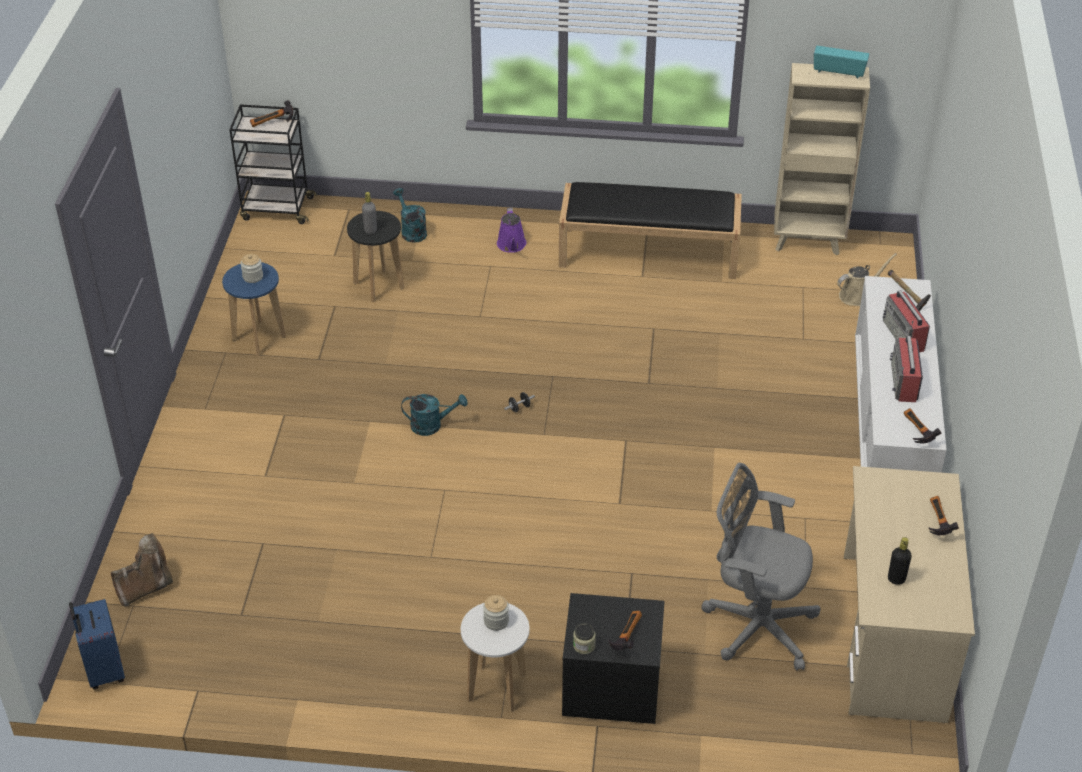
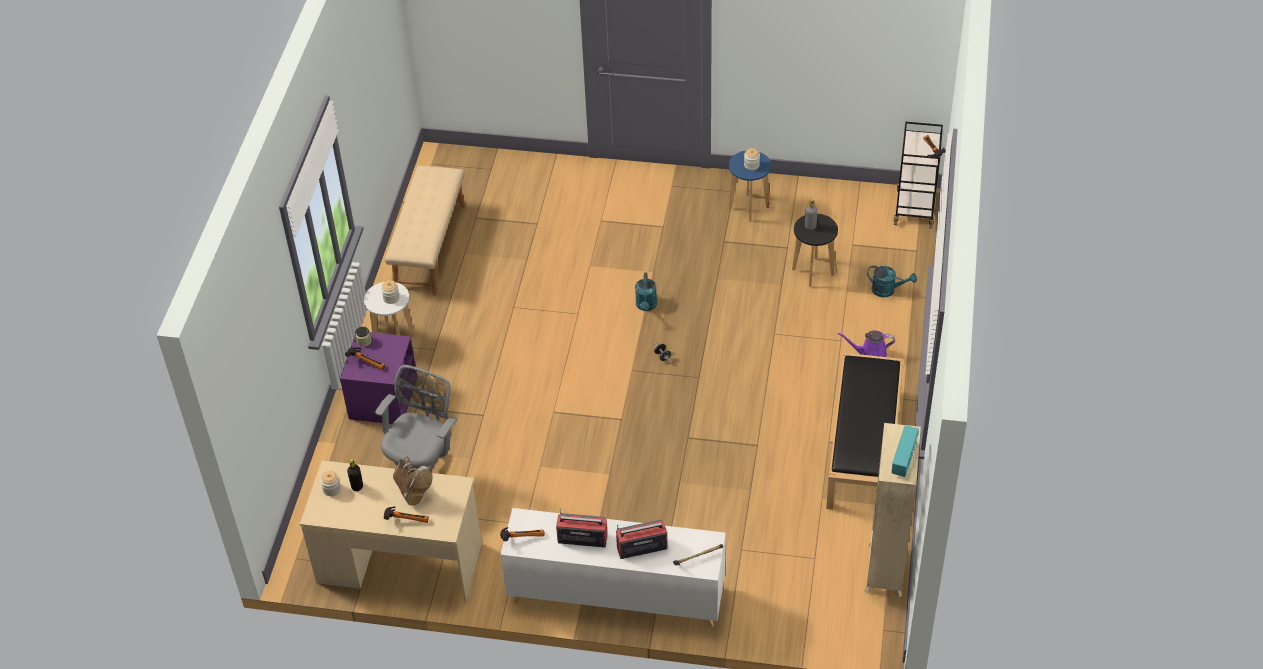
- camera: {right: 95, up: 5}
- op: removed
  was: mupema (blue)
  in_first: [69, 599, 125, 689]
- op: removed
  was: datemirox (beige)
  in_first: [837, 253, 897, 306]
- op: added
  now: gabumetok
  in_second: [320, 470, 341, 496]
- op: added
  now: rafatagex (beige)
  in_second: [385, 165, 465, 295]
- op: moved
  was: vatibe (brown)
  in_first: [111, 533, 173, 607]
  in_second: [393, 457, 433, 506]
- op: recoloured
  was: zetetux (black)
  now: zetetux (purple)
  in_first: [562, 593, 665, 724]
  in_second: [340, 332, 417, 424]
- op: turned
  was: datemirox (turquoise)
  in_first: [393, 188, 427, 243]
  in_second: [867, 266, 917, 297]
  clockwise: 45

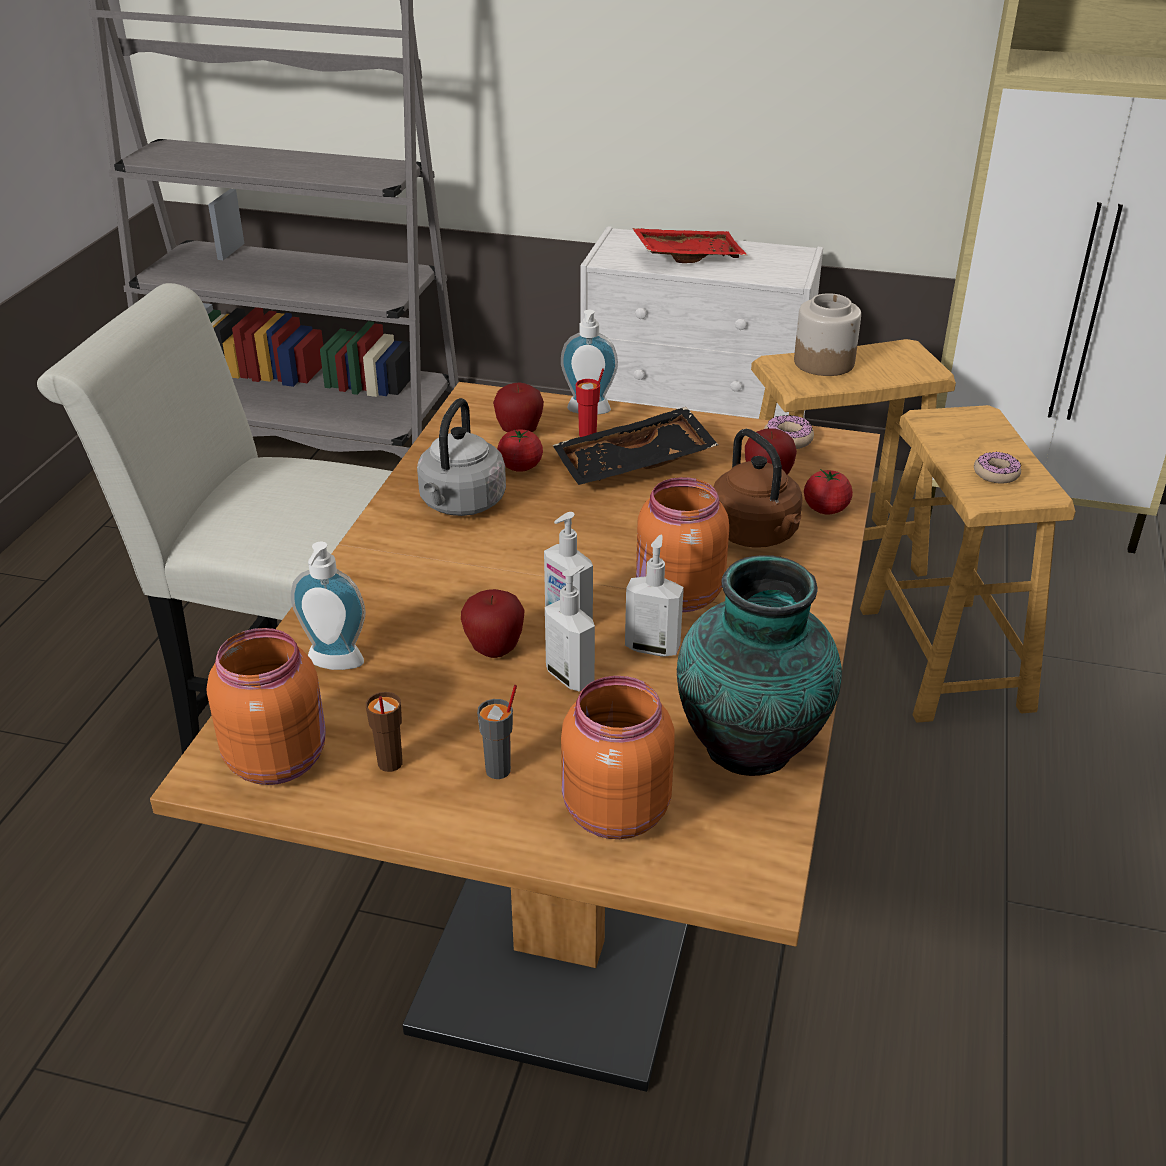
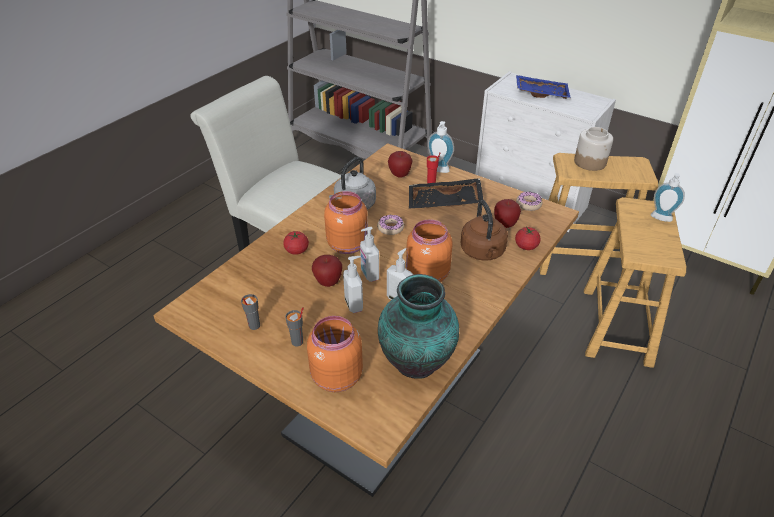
- camera: {right: 20, up: 5}
- op: moved
  was: gabumetok (orange)
  in_first: [207, 628, 326, 785]
  in_second: [324, 191, 368, 254]
- op: moved
  was: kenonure
  in_first: [291, 542, 366, 670]
  in_second: [651, 173, 685, 222]
- op: moved
  was: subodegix
  in_first: [497, 429, 543, 472]
  in_second: [283, 231, 309, 255]
- op: moved
  was: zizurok
  in_first: [974, 451, 1021, 484]
  in_second: [377, 215, 404, 235]
- op: recoloured
  was: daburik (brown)
  now: daburik (grey)
  in_first: [366, 692, 403, 772]
  in_second: [241, 294, 260, 330]
- op: recoloured
  was: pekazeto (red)
  now: pekazeto (blue)
  in_first: [632, 228, 747, 263]
  in_second: [516, 75, 571, 99]

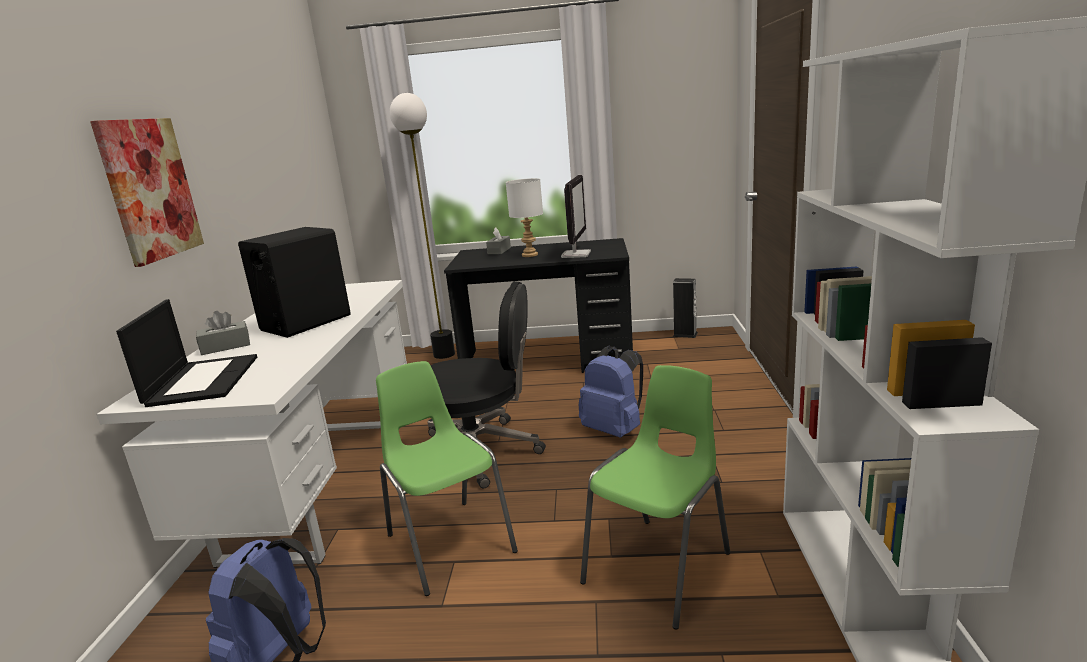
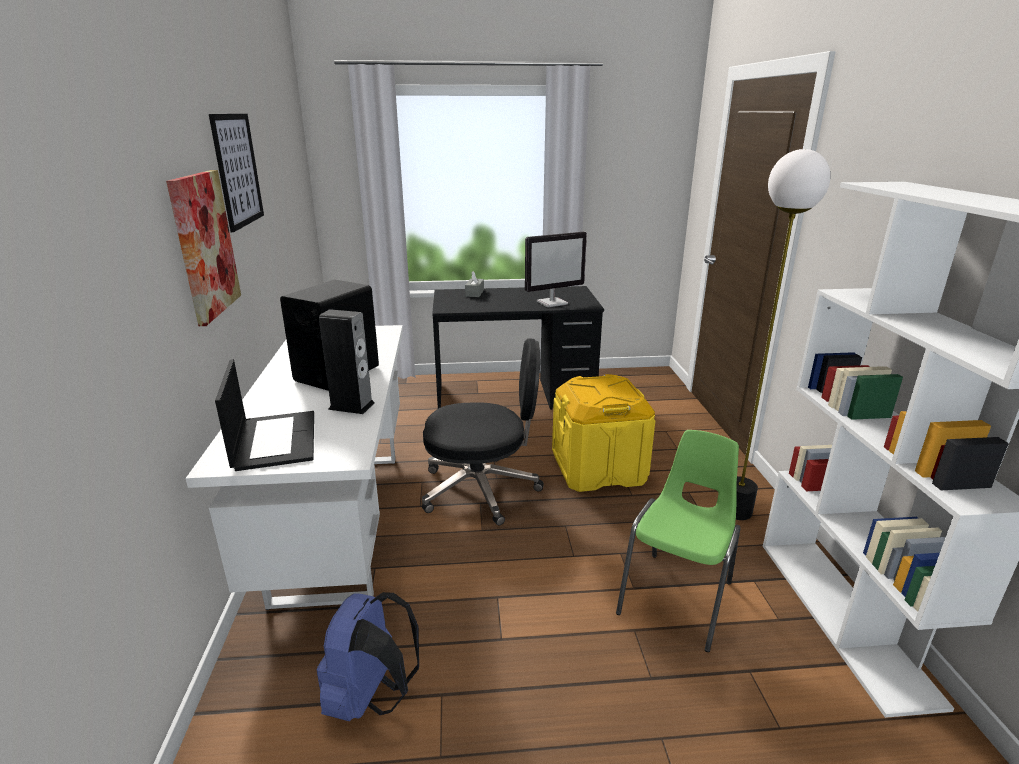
- camera: {right: -10, up: 5}
- op: removed
  was: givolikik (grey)
  in_first: [196, 311, 250, 355]
- op: removed
  was: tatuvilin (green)
  in_first: [376, 361, 518, 596]
- op: removed
  was: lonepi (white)
  in_first: [506, 178, 543, 257]
- op: added
  now: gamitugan
  in_second: [209, 114, 264, 232]
- op: moved
  was: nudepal
  in_first: [390, 93, 455, 359]
  in_second: [736, 149, 831, 520]
- op: moved
  was: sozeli
  in_first: [673, 278, 698, 338]
  in_second: [319, 309, 375, 414]
- op: replaced
  was: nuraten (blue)
  now: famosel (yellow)
  in_first: [579, 346, 643, 438]
  in_second: [552, 374, 655, 492]
- op: turned
  was: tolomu
  in_first: [561, 175, 591, 258]
  in_second: [525, 232, 587, 307]
  clockwise: 60

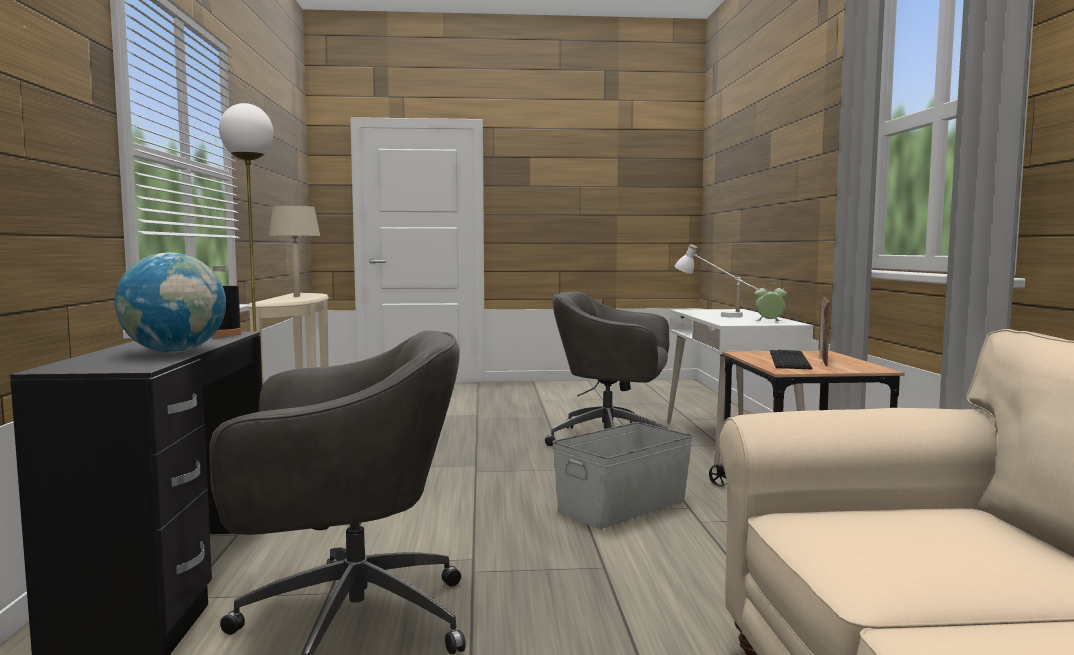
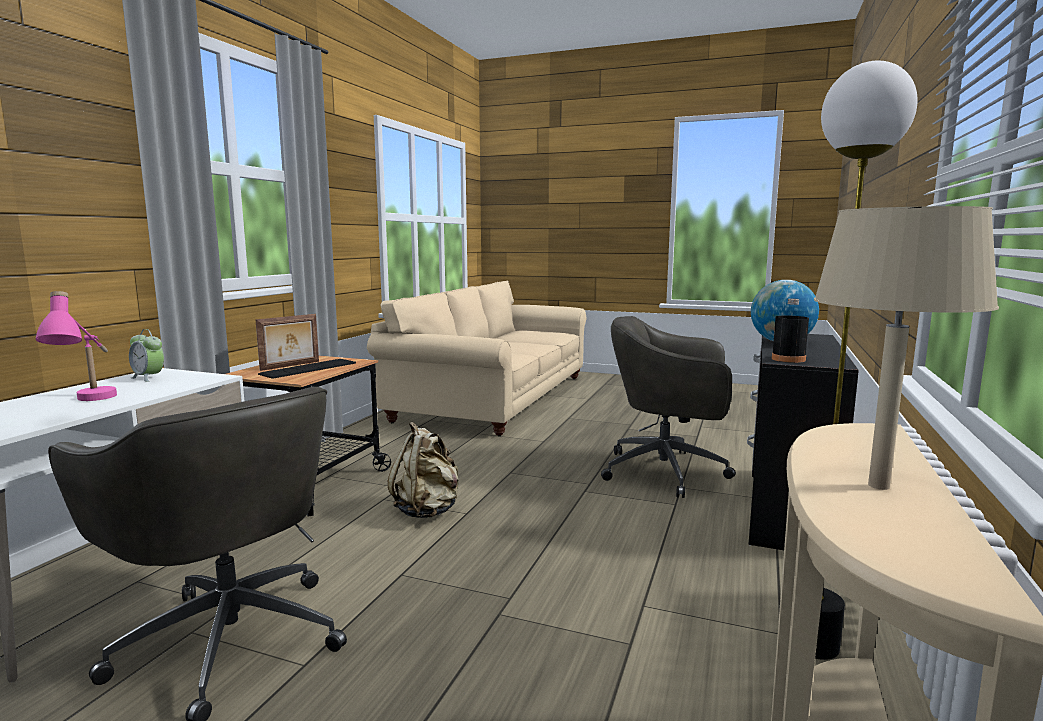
- camera: {right: -155, up: 5}
- op: replaced
  was: famosel (grey)
  now: nuraten (beige)
  in_first: [552, 422, 693, 529]
  in_second: [388, 422, 459, 518]
- op: recoloured
  was: lonepi (white)
  now: lonepi (pink)
  in_first: [675, 244, 758, 318]
  in_second: [36, 291, 117, 401]

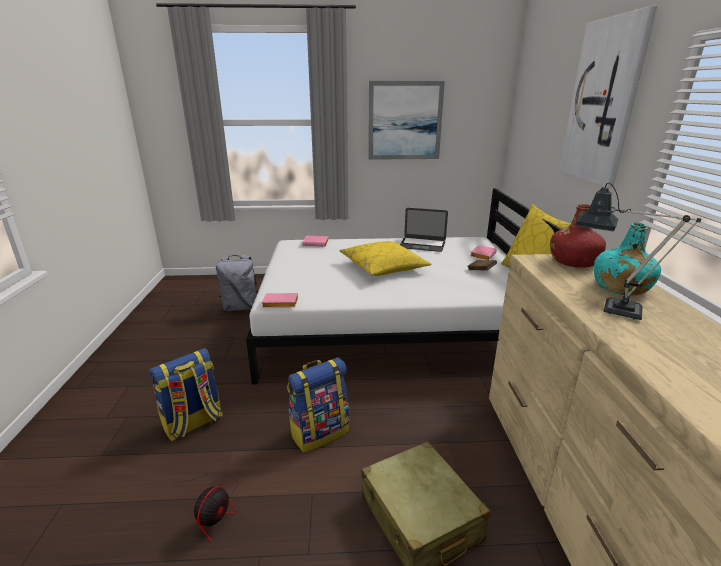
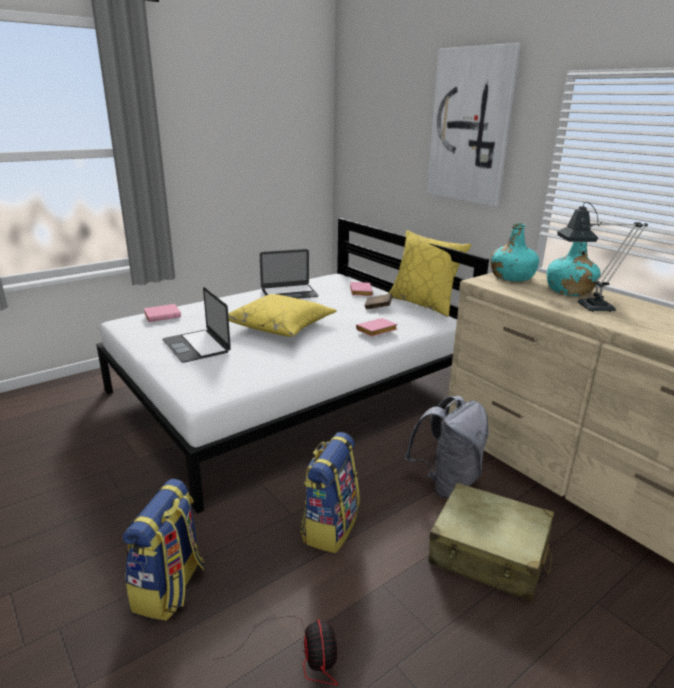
- camera: {right: -35, up: 0}
- op: removed
  was: gamitugan
  in_first: [368, 81, 445, 160]
- op: added
  now: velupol
  in_second: [162, 287, 231, 363]
- op: moved
  was: nuraten (grey)
  in_first: [216, 255, 258, 311]
  in_second: [405, 396, 489, 498]
- op: moved
  was: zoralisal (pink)
  in_first: [261, 293, 298, 308]
  in_second: [356, 318, 398, 337]
- op: recoloured
  was: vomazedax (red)
  now: vomazedax (turquoise)
  in_first: [550, 204, 606, 268]
  in_second: [490, 223, 539, 281]

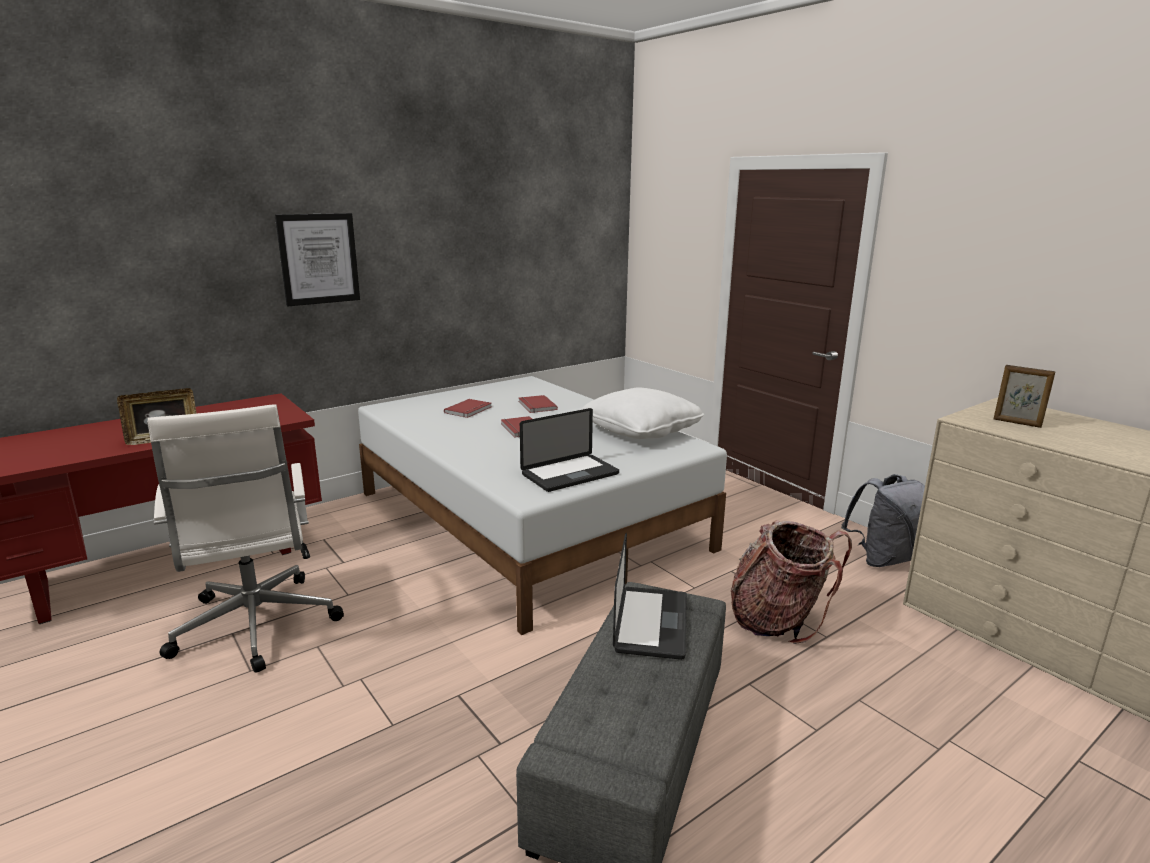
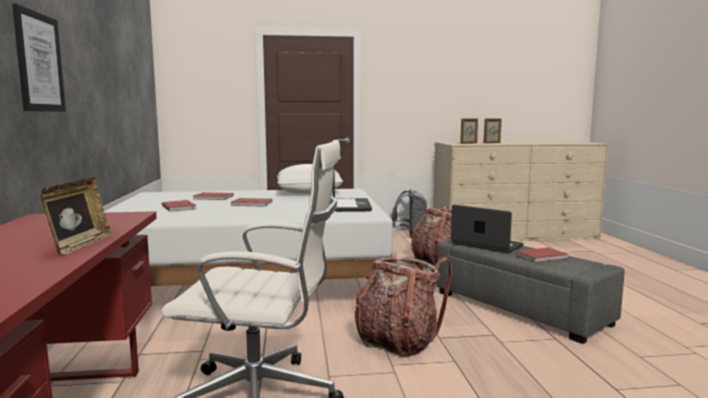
- camera: {right: -60, up: -10}
- op: added
  now: nuraten
  in_second: [355, 252, 452, 357]
- op: added
  now: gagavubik
  in_second: [484, 118, 502, 143]
- op: added
  now: zoralisal (red)
  in_second: [516, 247, 569, 262]

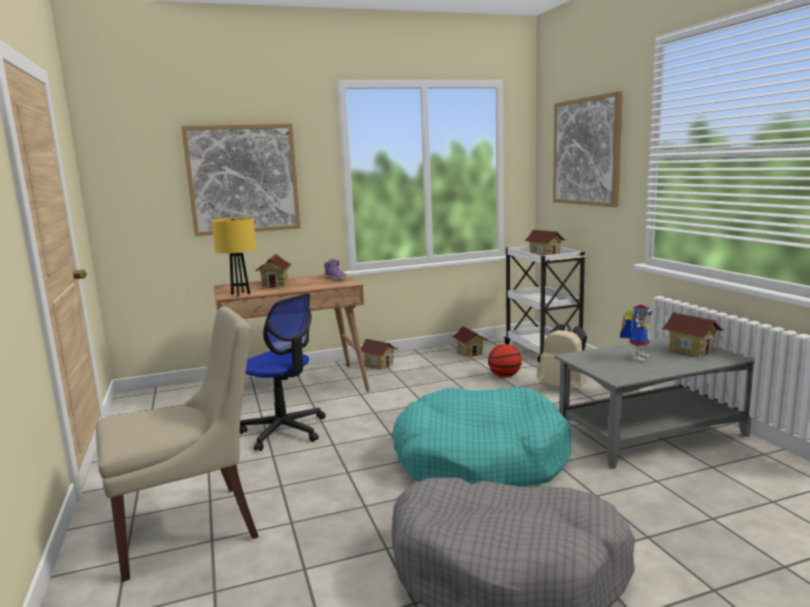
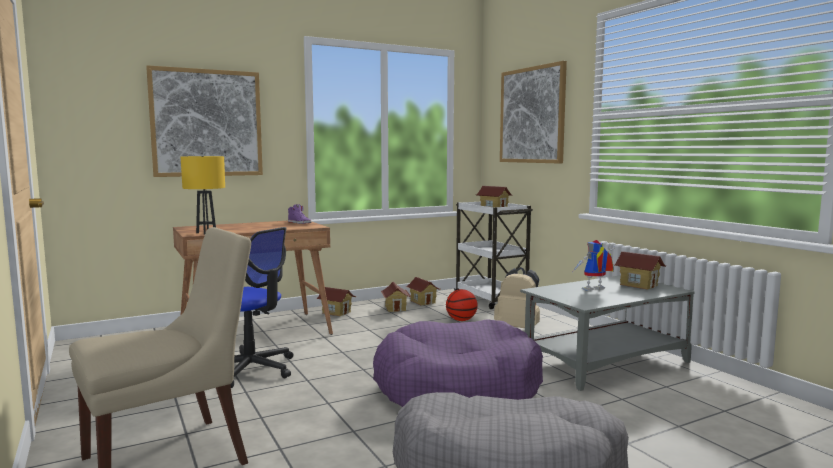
- camera: {right: -10, up: -5}
- op: moved
  was: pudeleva
  in_first: [255, 254, 293, 288]
  in_second: [381, 282, 411, 312]
- op: recoloured
  was: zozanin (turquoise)
  now: zozanin (purple)
  in_first: [392, 387, 571, 487]
  in_second: [373, 319, 543, 407]
- op: turned
  was: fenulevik
  in_first: [620, 305, 652, 362]
  in_second: [573, 240, 615, 291]
  clockwise: -135

